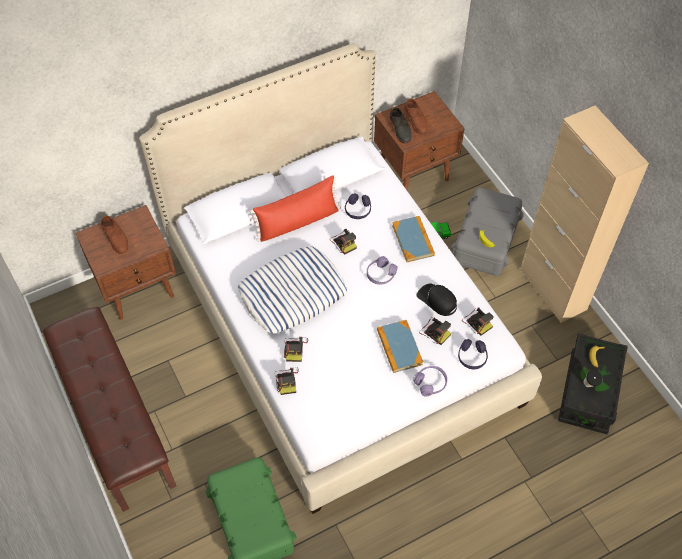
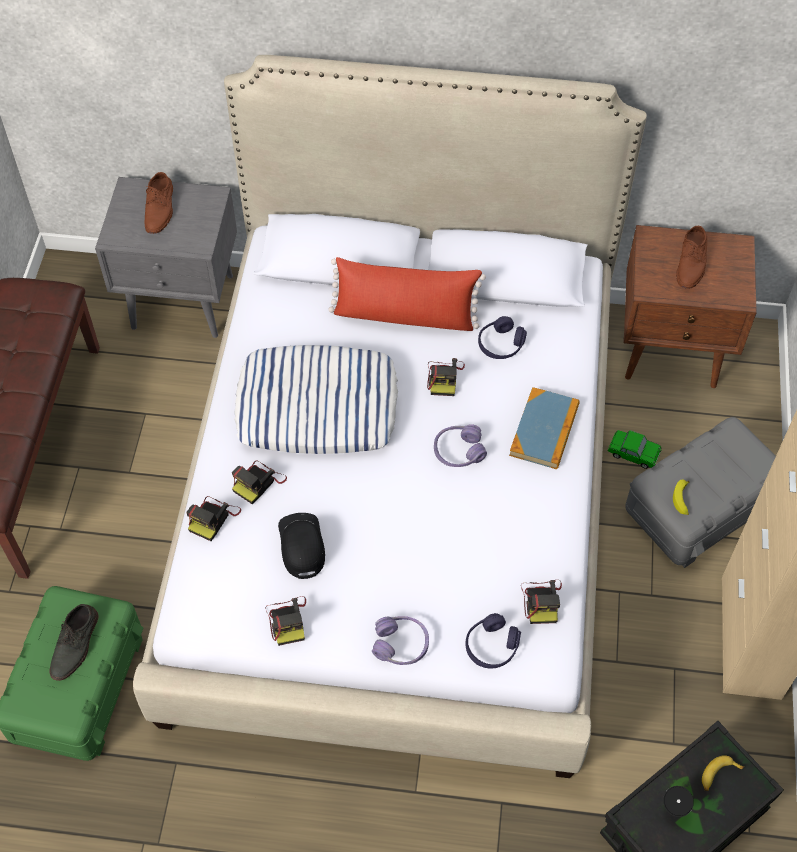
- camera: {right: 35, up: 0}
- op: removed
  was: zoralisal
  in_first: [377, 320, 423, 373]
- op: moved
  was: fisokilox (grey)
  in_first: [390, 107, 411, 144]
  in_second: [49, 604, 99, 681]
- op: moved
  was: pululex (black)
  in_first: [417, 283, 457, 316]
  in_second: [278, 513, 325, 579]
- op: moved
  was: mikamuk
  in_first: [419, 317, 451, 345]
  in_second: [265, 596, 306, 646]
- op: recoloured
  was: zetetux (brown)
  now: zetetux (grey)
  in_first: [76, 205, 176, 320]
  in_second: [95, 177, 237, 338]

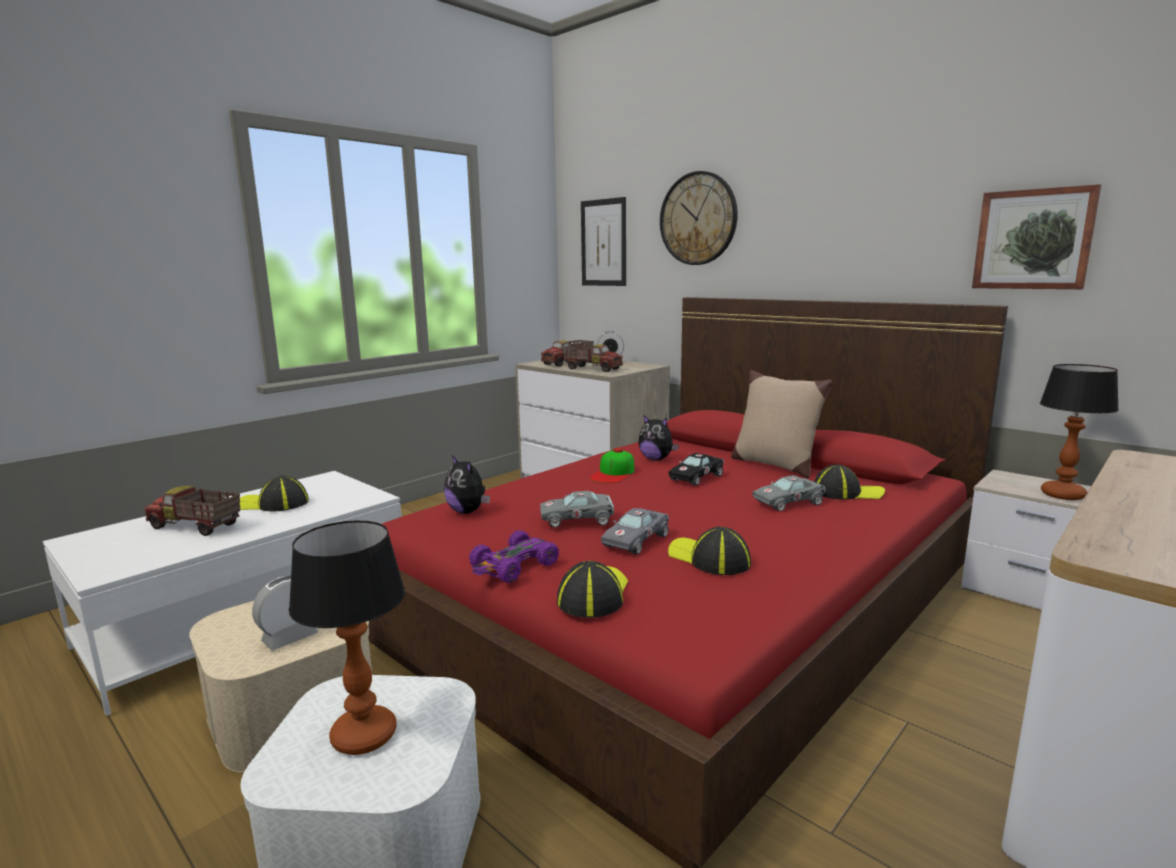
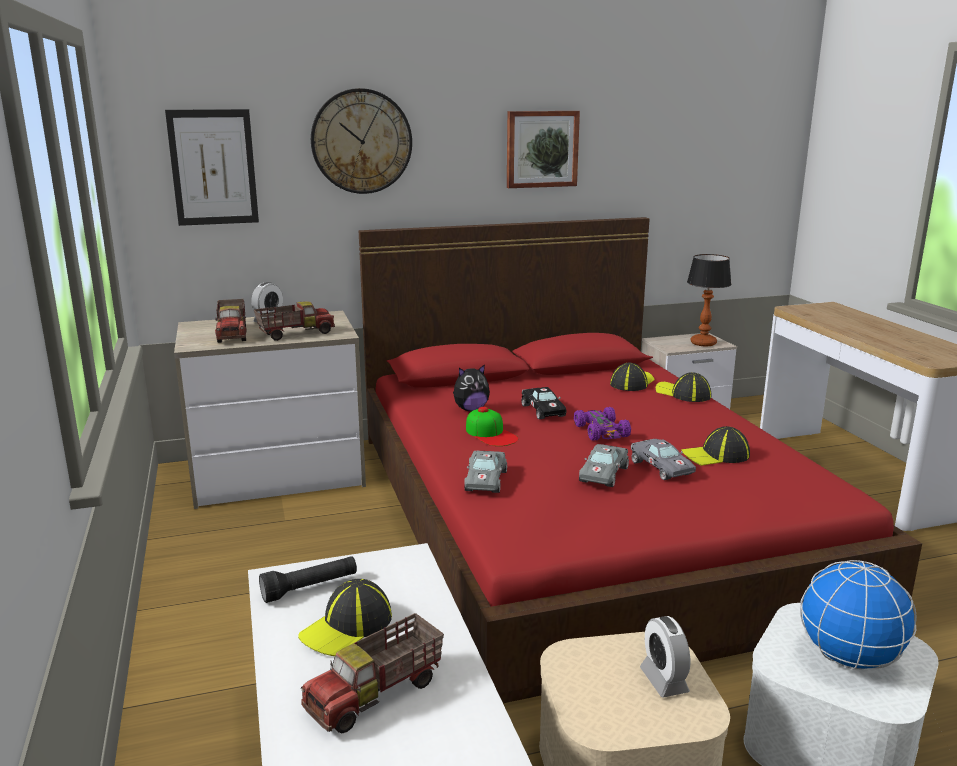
- camera: {right: -60, up: 5}
- op: removed
  was: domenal
  in_first: [444, 455, 490, 514]
- op: removed
  was: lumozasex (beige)
  in_first: [731, 370, 832, 479]
- op: added
  now: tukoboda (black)
  in_second: [259, 556, 357, 603]
- op: moved
  was: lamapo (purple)
  in_first: [469, 530, 559, 583]
  in_second: [574, 407, 631, 441]
- op: moved
  was: pululex
  in_first: [557, 561, 628, 618]
  in_second: [655, 372, 711, 402]
- op: moved
  was: lamapo (grey)
  in_first: [752, 475, 826, 511]
  in_second: [464, 451, 507, 493]
- op: moved
  was: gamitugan
  in_first: [972, 184, 1101, 289]
  in_second: [507, 111, 580, 188]
- op: replaced
  was: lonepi
  now: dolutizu
  in_first: [289, 521, 405, 755]
  in_second: [800, 560, 916, 670]

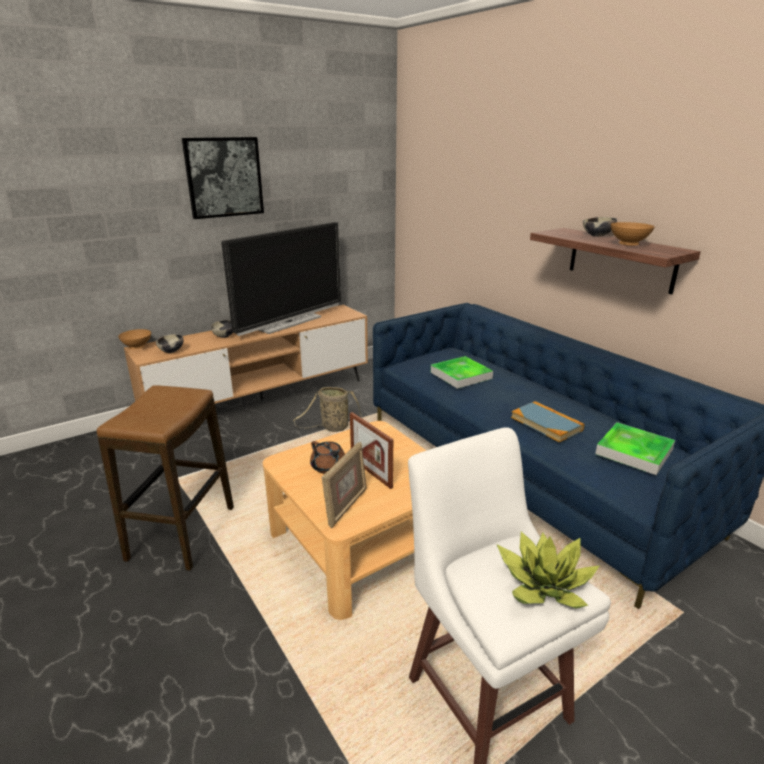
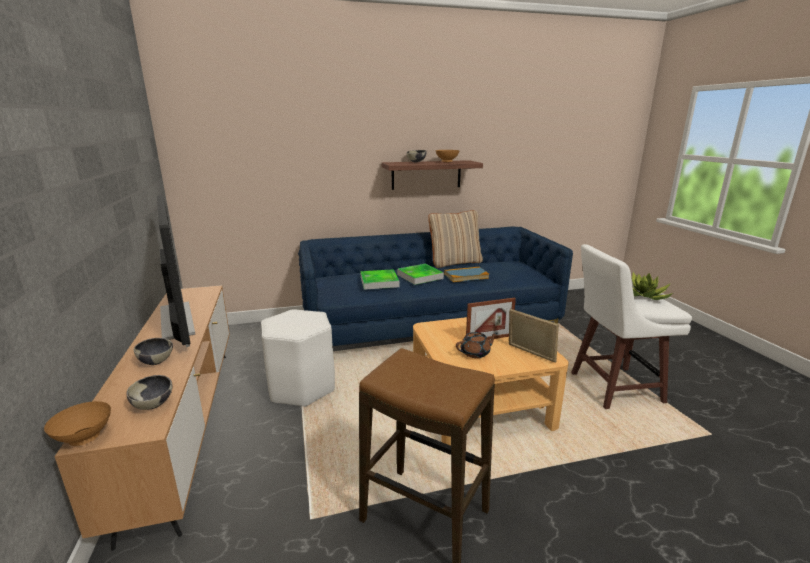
- camera: {right: -70, up: -5}
- op: removed
  was: gamitugan
  in_first: [182, 137, 264, 219]
- op: added
  now: lumozasex (beige)
  in_second: [428, 210, 483, 268]
- op: moved
  was: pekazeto
  in_first: [595, 422, 675, 475]
  in_second: [397, 264, 444, 285]
- op: replaced
  was: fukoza
  now: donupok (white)
  in_first: [293, 387, 363, 432]
  in_second: [261, 309, 335, 407]

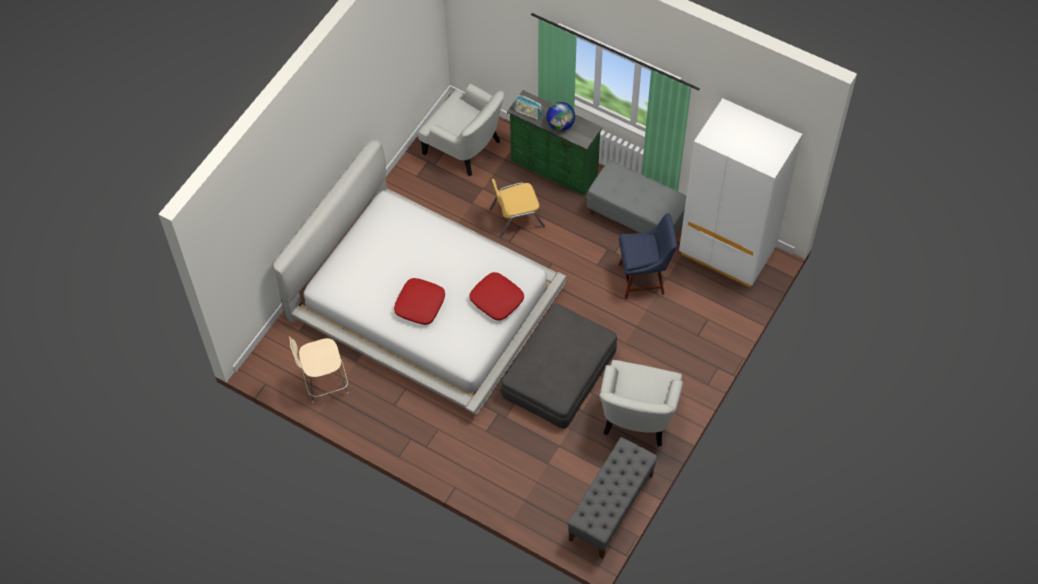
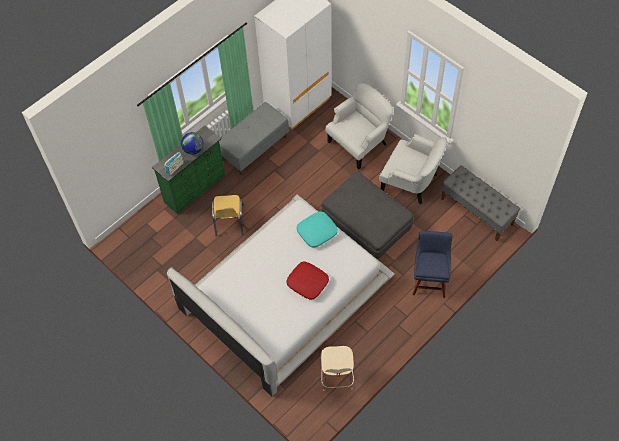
- camera: {right: -75, up: 0}
- op: moved
  was: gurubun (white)
  in_first: [418, 83, 504, 176]
  in_second: [325, 83, 393, 169]
- op: moved
  was: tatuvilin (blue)
  in_first: [618, 213, 677, 299]
  in_second: [413, 231, 452, 298]
- op: recoloured
  was: lumozasex (red)
  now: lumozasex (turquoise)
  in_first: [469, 272, 524, 321]
  in_second: [297, 212, 338, 248]

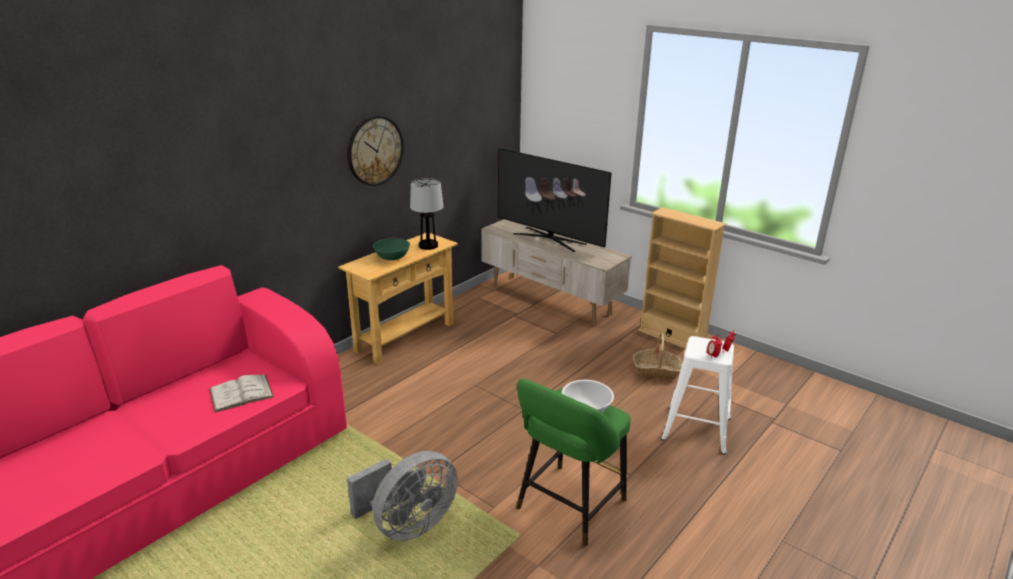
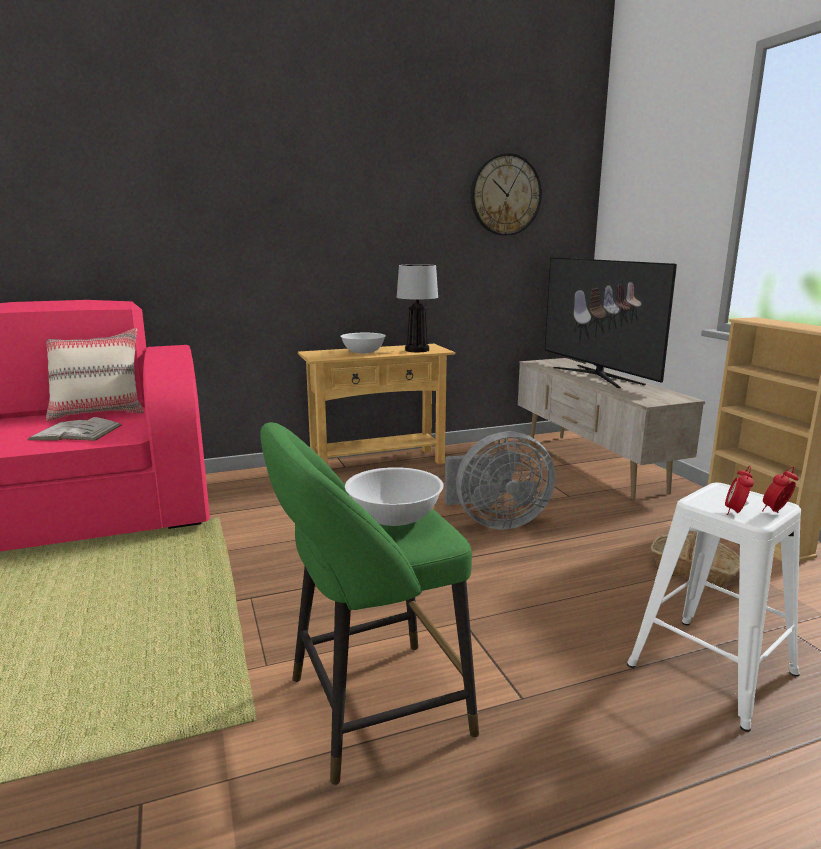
- camera: {right: 30, up: -10}
- op: added
  now: lumozasex (beige)
  in_second: [46, 328, 144, 421]
- op: moved
  was: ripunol
  in_first: [347, 116, 404, 186]
  in_second: [471, 153, 542, 236]
- op: moved
  was: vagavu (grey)
  in_first: [347, 451, 458, 541]
  in_second: [445, 432, 555, 529]
- op: recoloured
  was: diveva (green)
  now: diveva (white)
  in_first: [373, 238, 410, 260]
  in_second: [340, 333, 386, 353]

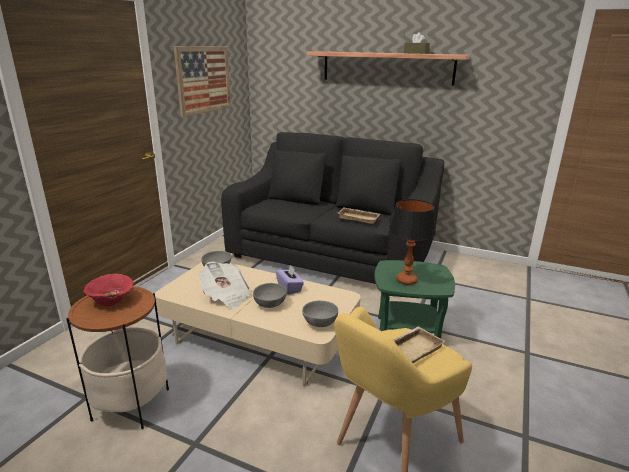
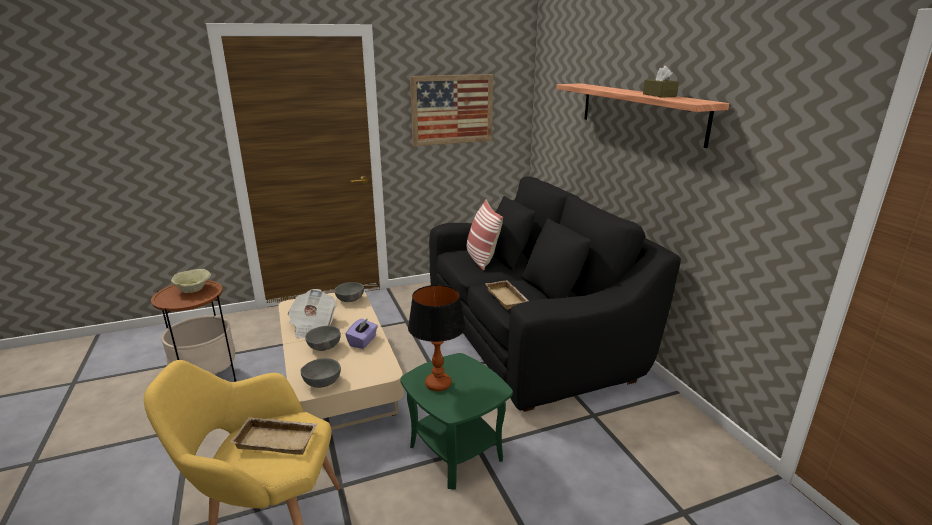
- camera: {right: 45, up: 0}
- op: added
  now: lumozasex
  in_second: [467, 199, 503, 270]
- op: recoloured
  was: diveva (red)
  now: diveva (beige)
  in_first: [83, 274, 134, 306]
  in_second: [171, 269, 211, 293]

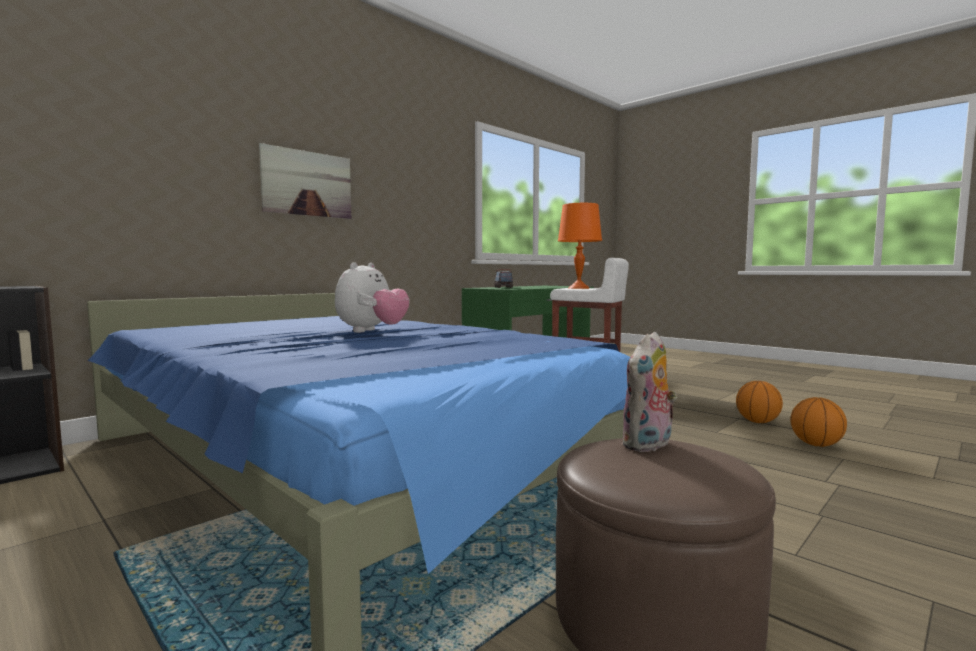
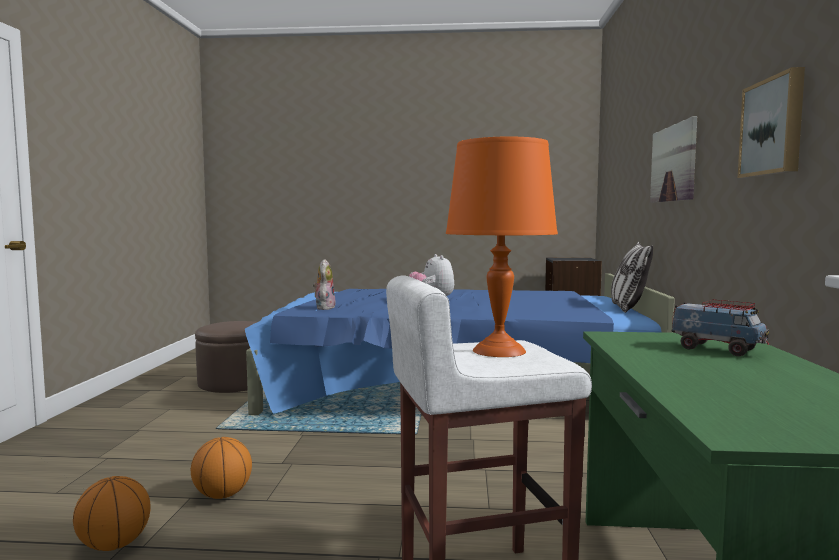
- camera: {right: 140, up: 0}
- op: added
  now: lumozasex
  in_second: [611, 242, 653, 313]
- op: added
  now: gamitugan
  in_second: [738, 67, 805, 178]
- op: moved
  was: domenal
  in_first: [621, 332, 677, 452]
  in_second: [313, 259, 335, 310]
- op: moved
  was: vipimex
  in_first: [791, 397, 847, 447]
  in_second: [191, 437, 252, 499]

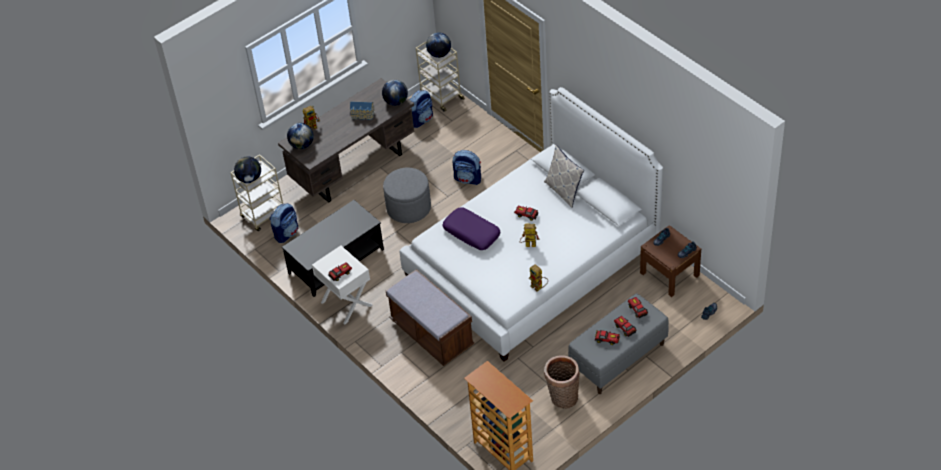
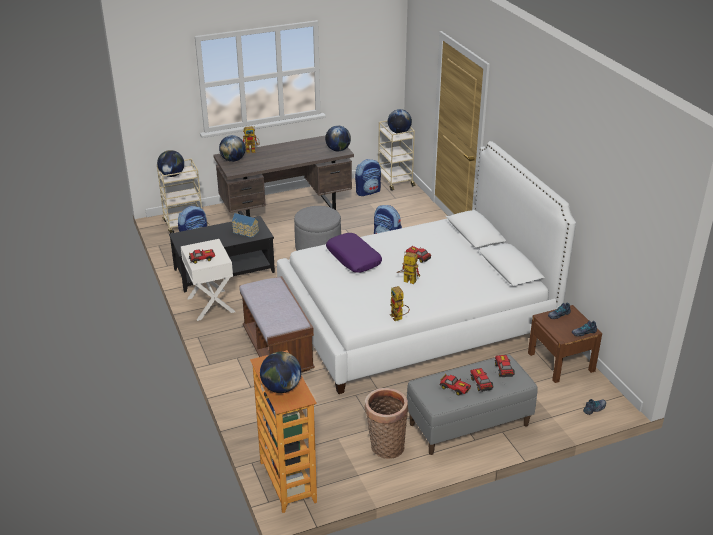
- camera: {right: 15, up: -15}
- op: removed
  was: lumozasex
  in_first: [544, 145, 584, 208]
- op: added
  now: dolutizu
  in_second: [260, 352, 301, 393]
- op: moved
  was: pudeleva
  in_first: [350, 102, 375, 120]
  in_second: [232, 213, 259, 238]

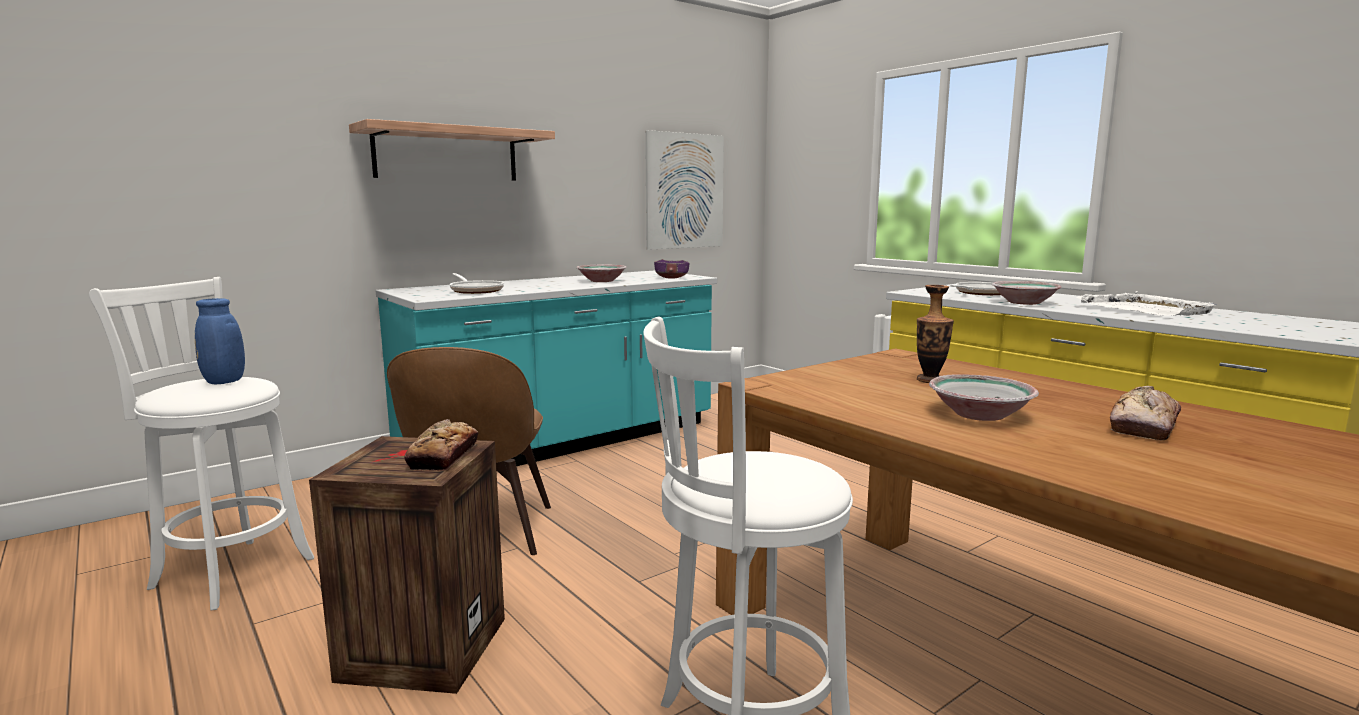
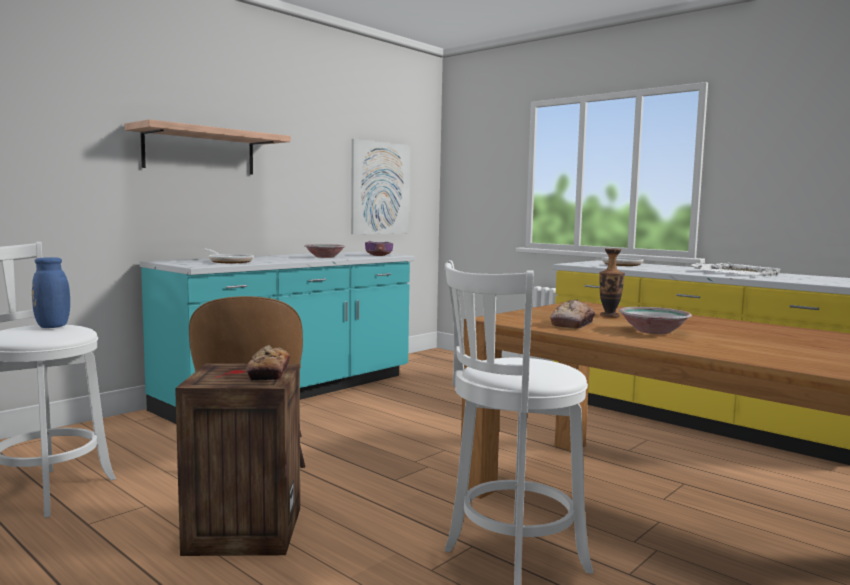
- camera: {right: -10, up: -5}
- op: removed
  was: diveva
  in_first: [992, 281, 1062, 305]
- op: moved
  was: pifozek
  in_first: [1110, 386, 1181, 440]
  in_second: [550, 300, 595, 329]

